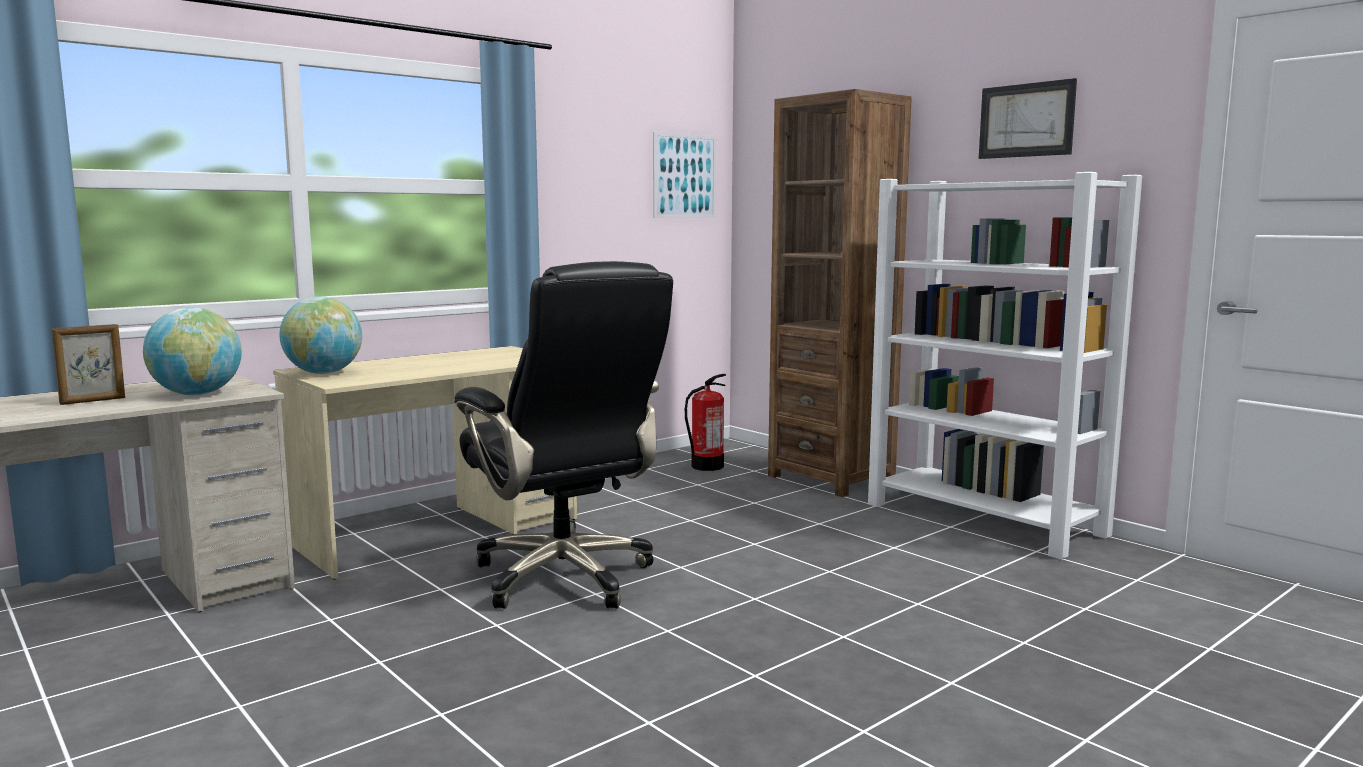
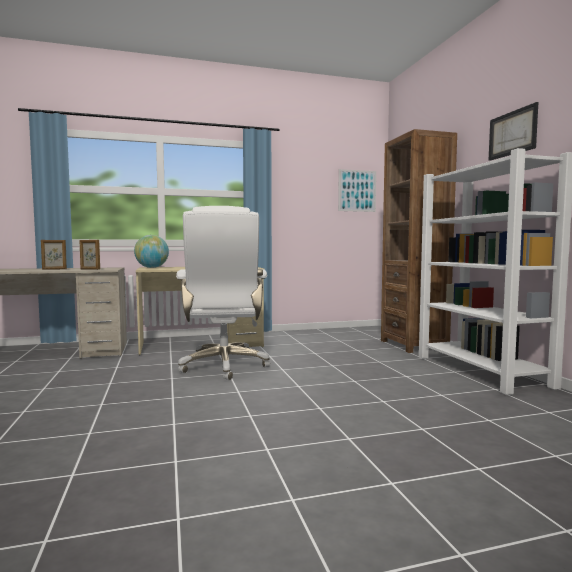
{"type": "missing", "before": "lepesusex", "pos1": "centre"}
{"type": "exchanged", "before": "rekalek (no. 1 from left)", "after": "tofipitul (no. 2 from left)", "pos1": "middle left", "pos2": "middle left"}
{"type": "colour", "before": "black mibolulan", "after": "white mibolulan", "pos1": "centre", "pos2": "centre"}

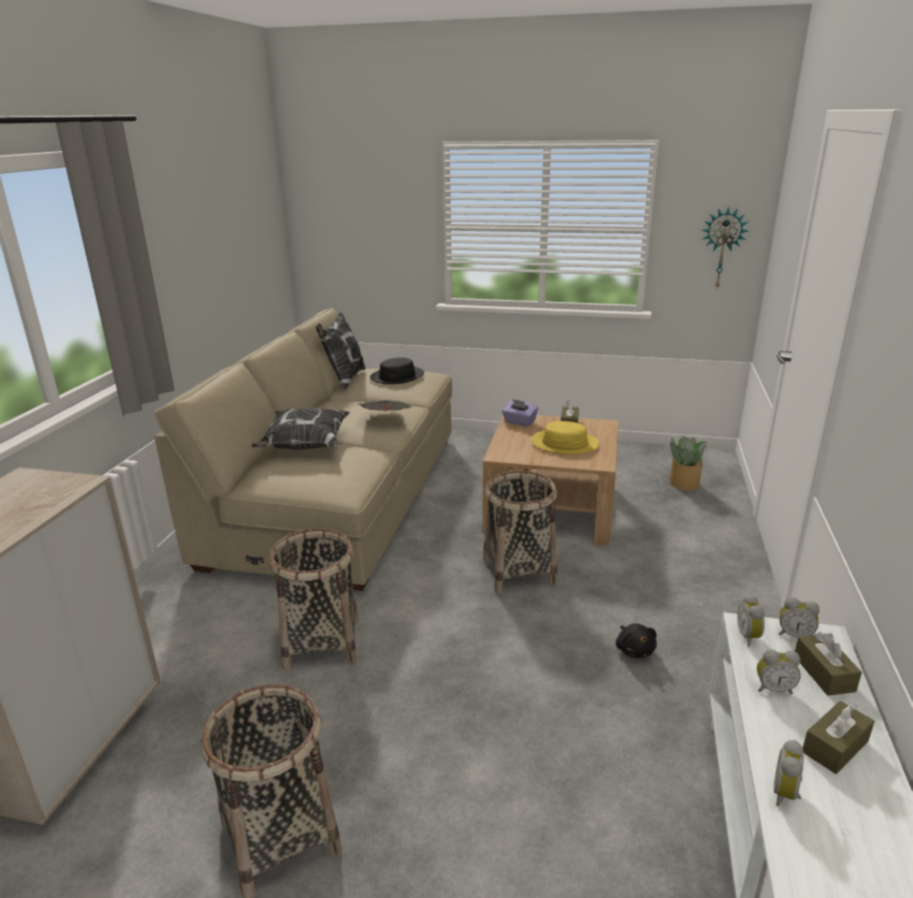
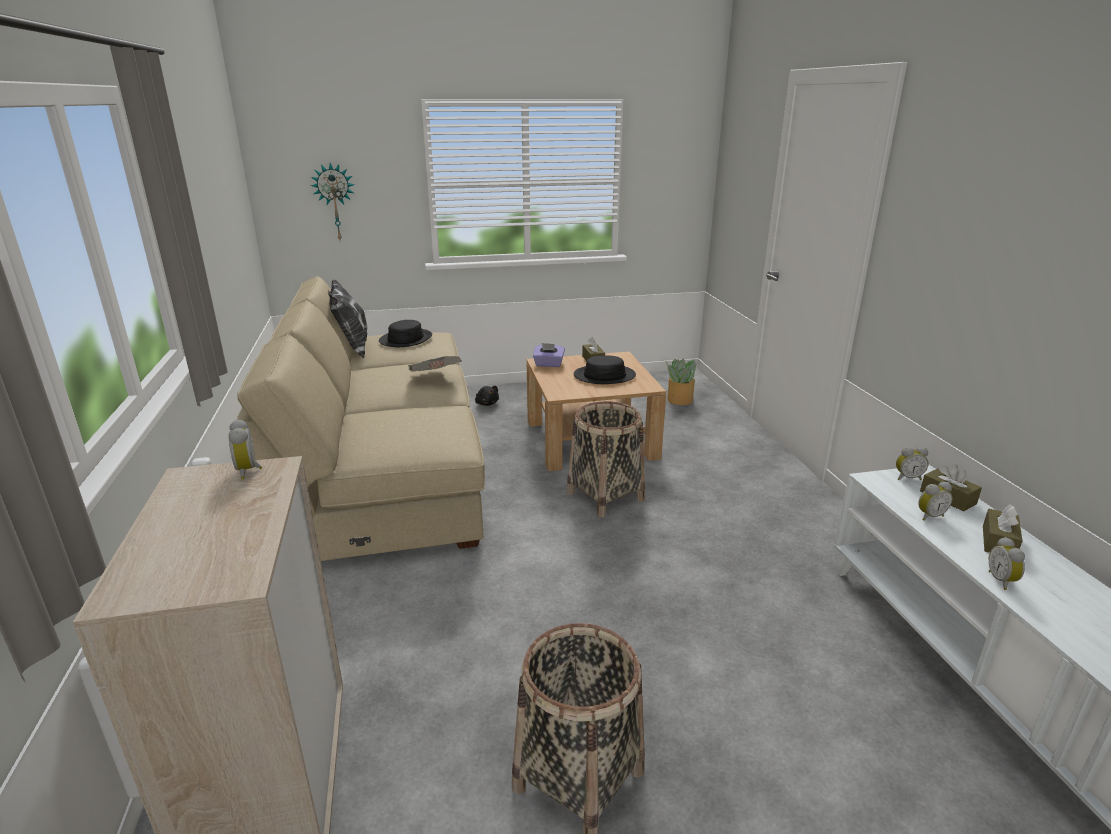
{"type": "missing", "before": "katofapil (no. 1 from left)", "pos1": "middle left"}
{"type": "missing", "before": "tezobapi (no. 2 from left)", "pos1": "bottom centre"}
{"type": "relocated", "before": "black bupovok", "pos1": "bottom right", "pos2": "centre"}
{"type": "relocated", "before": "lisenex", "pos1": "top right", "pos2": "top left"}
{"type": "relocated", "before": "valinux (no. 1 from left)", "pos1": "bottom right", "pos2": "middle left"}
{"type": "colour", "before": "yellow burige", "after": "black burige (no. 2 from left)", "pos1": "centre", "pos2": "centre"}

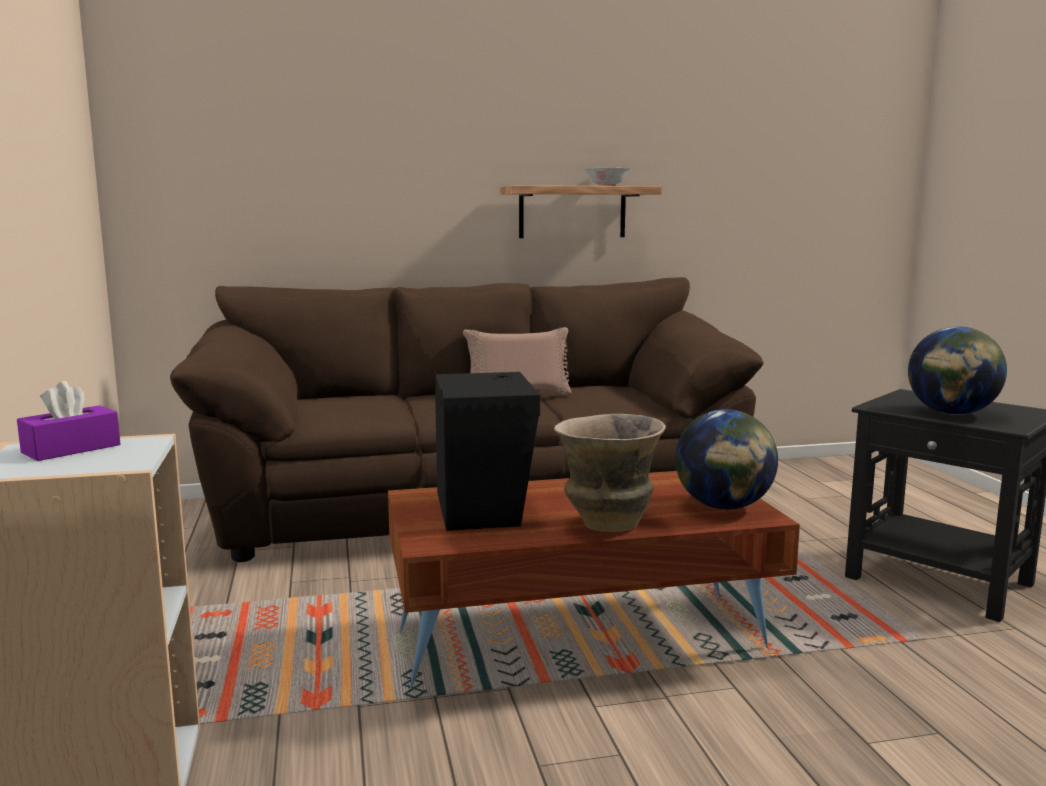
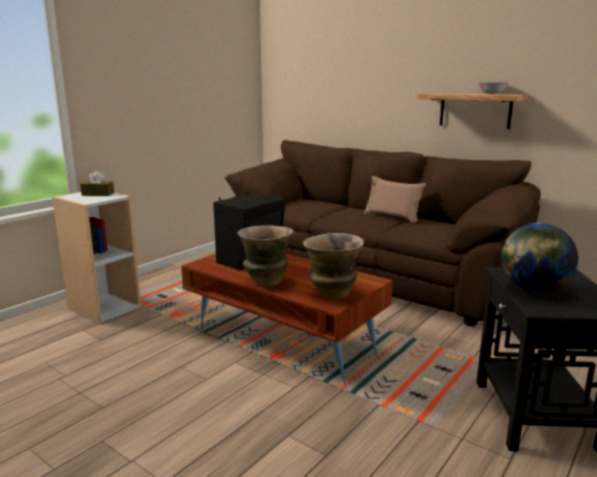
{"type": "exchanged", "before": "rekalek (no. 1 from left)", "after": "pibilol (no. 2 from left)", "pos1": "middle right", "pos2": "centre"}
{"type": "colour", "before": "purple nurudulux", "after": "brown nurudulux", "pos1": "middle left", "pos2": "middle left"}

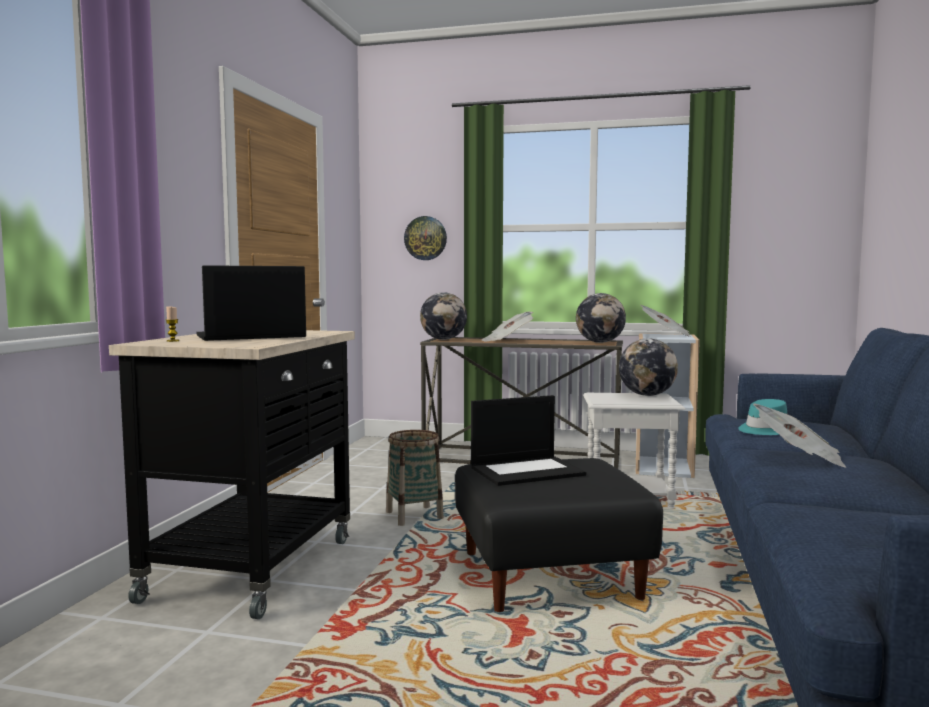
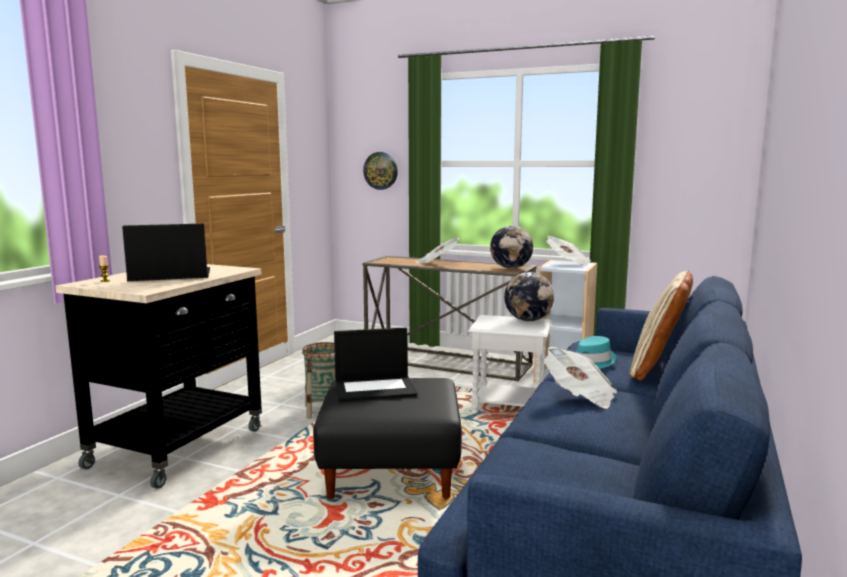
{"type": "missing", "before": "rekalek (no. 1 from left)", "pos1": "centre"}
{"type": "appeared", "after": "beige katofapil", "pos2": "middle right"}

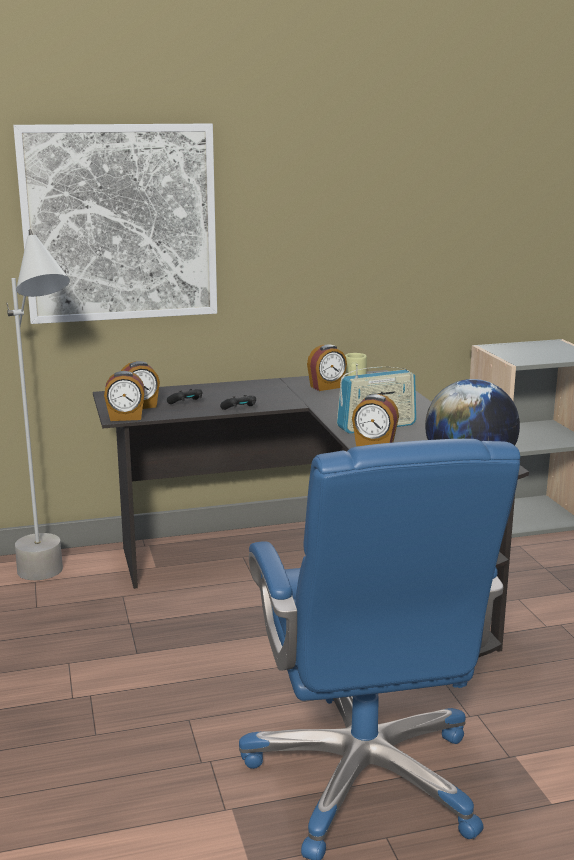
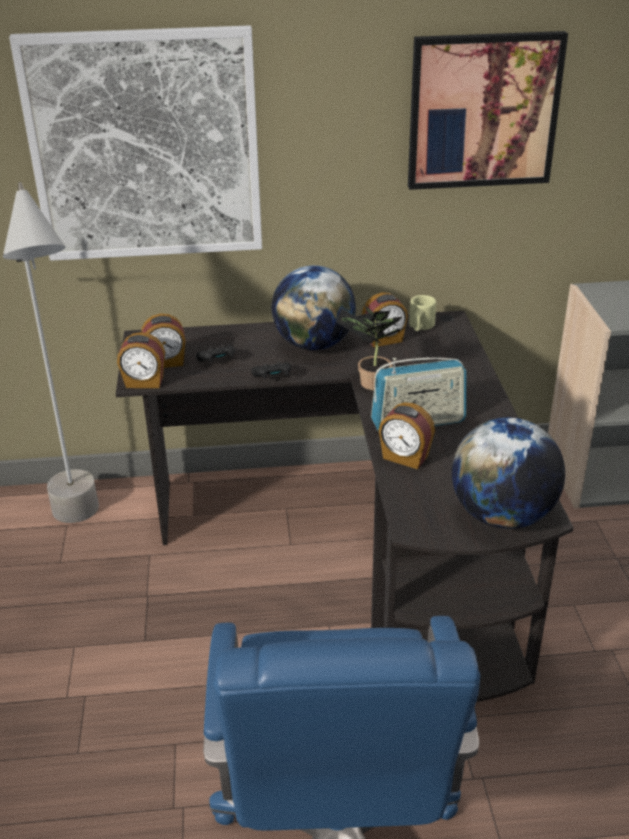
{"type": "appeared", "after": "rekalek (no. 1 from left)", "pos2": "centre"}
{"type": "appeared", "after": "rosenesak", "pos2": "centre"}
{"type": "appeared", "after": "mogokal (no. 2 from left)", "pos2": "top right"}

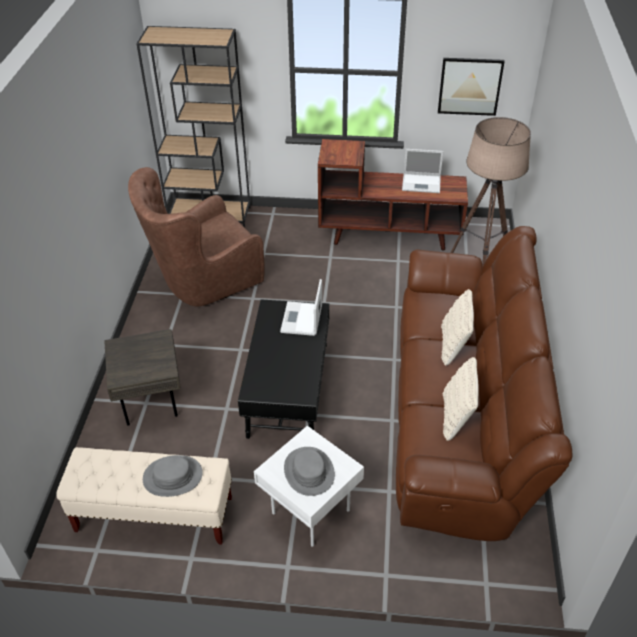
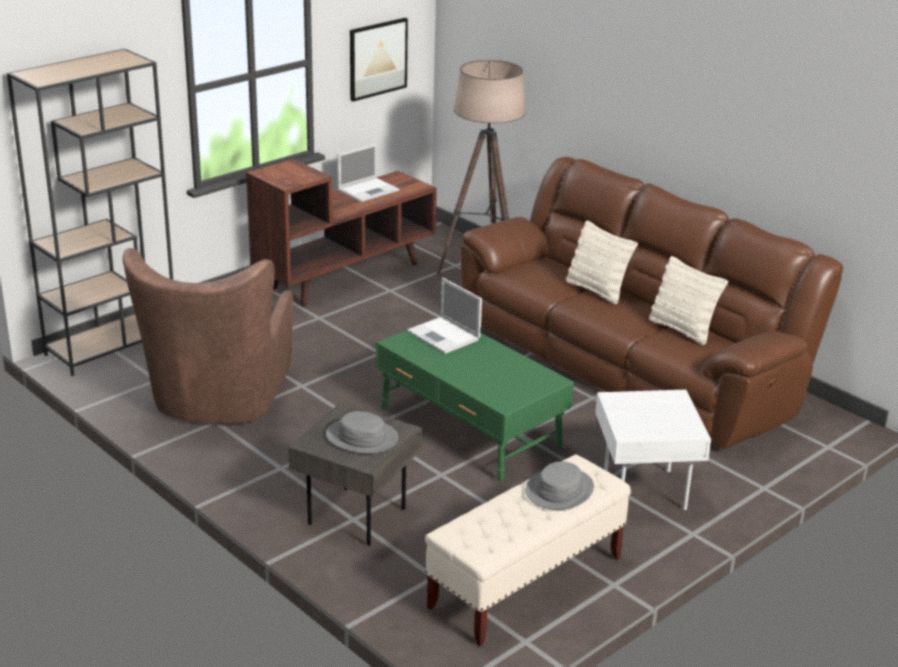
{"type": "relocated", "before": "grey burige (no. 2 from left in the first image)", "after": "grey burige (no. 1 from left)", "pos1": "bottom centre", "pos2": "centre"}
{"type": "colour", "before": "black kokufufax", "after": "green kokufufax", "pos1": "centre", "pos2": "centre"}

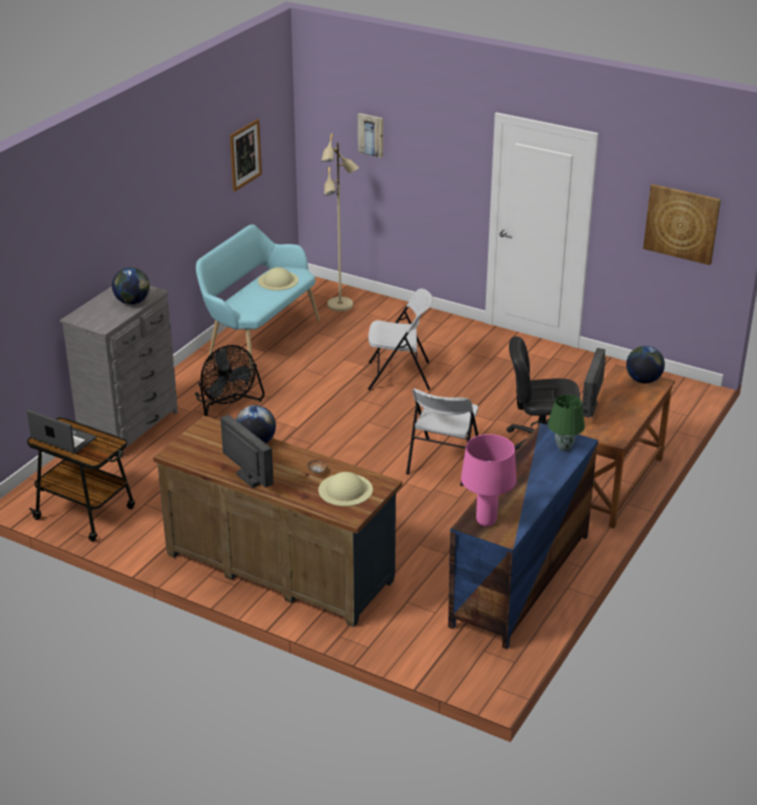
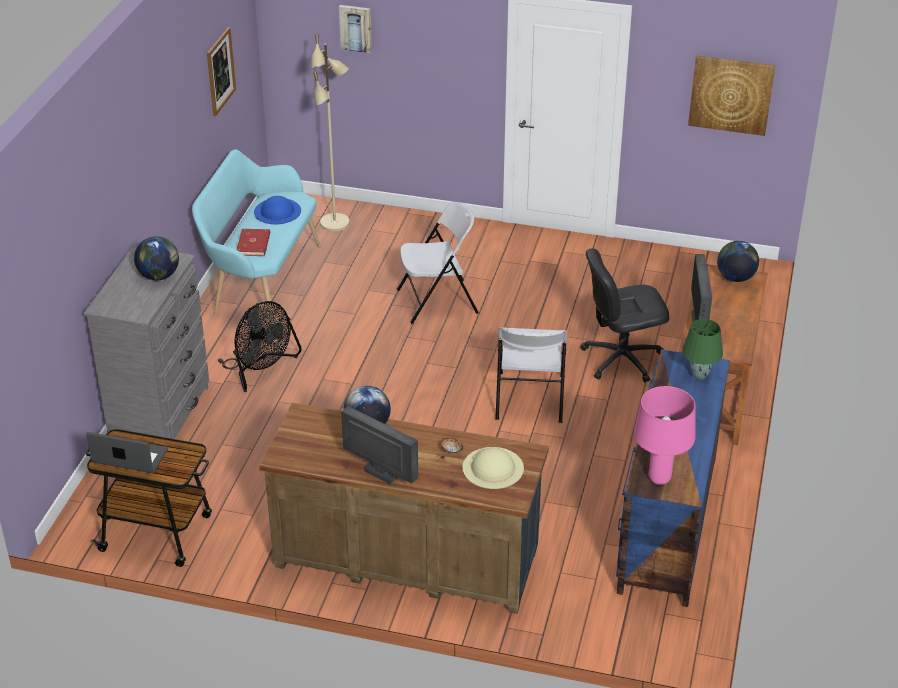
{"type": "appeared", "after": "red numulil", "pos2": "middle left"}
{"type": "colour", "before": "beige burige (no. 1 from left)", "after": "blue burige", "pos1": "centre", "pos2": "top left"}

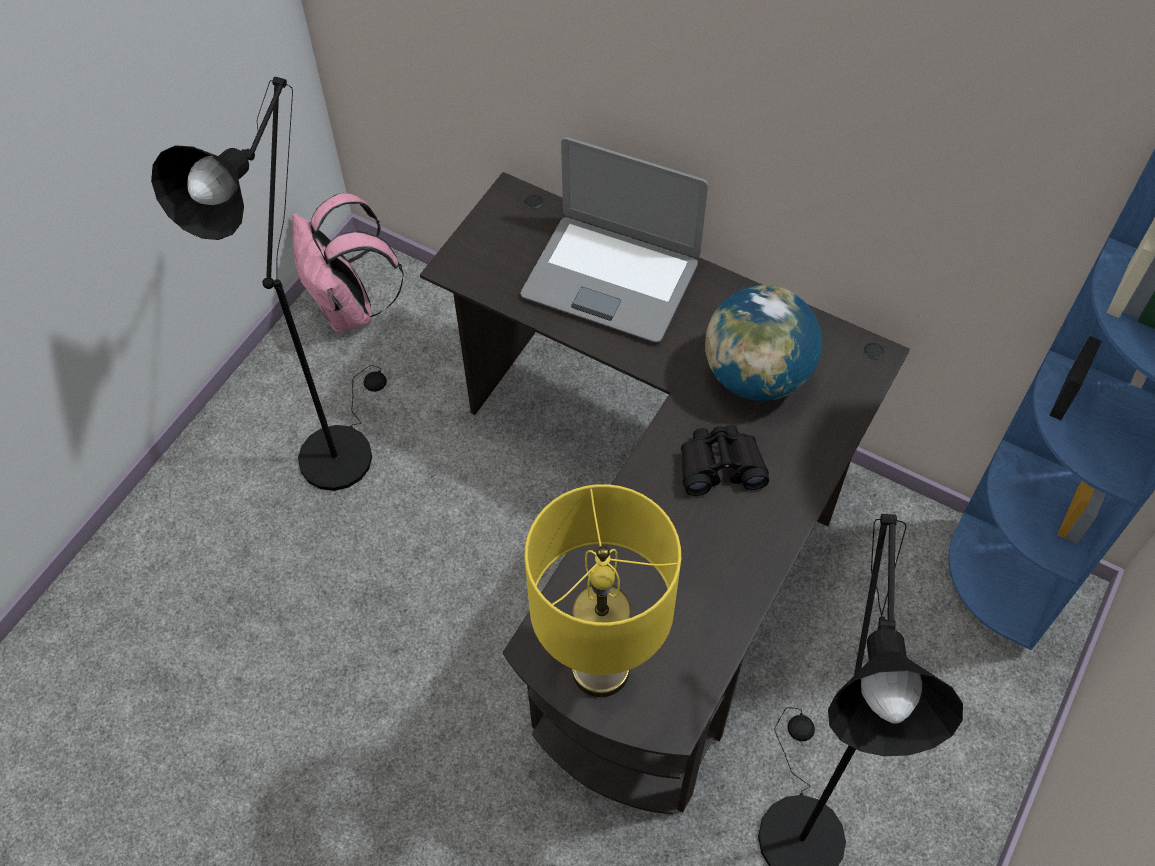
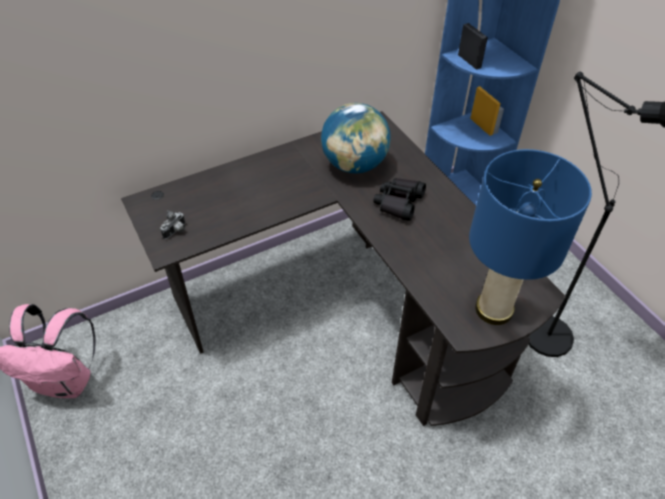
{"type": "missing", "before": "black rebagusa (no. 1 from left)", "pos1": "top left"}
{"type": "missing", "before": "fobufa", "pos1": "top centre"}
{"type": "appeared", "after": "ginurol", "pos2": "middle left"}
{"type": "colour", "before": "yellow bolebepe", "after": "blue bolebepe", "pos1": "bottom centre", "pos2": "middle right"}

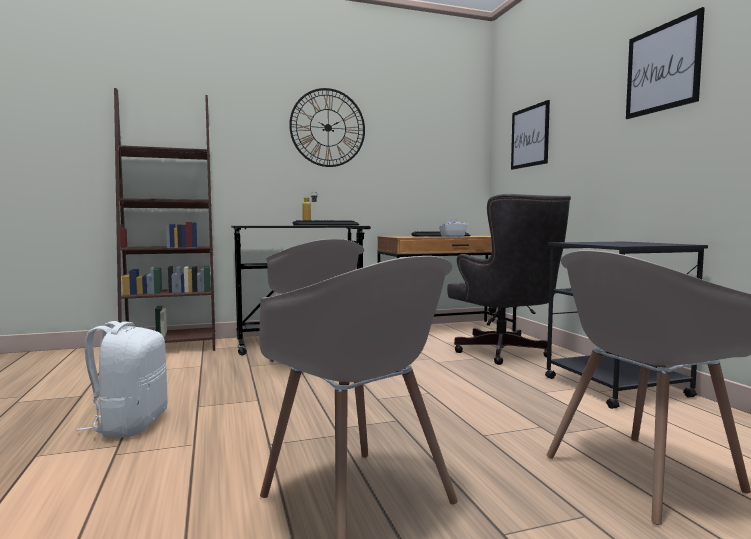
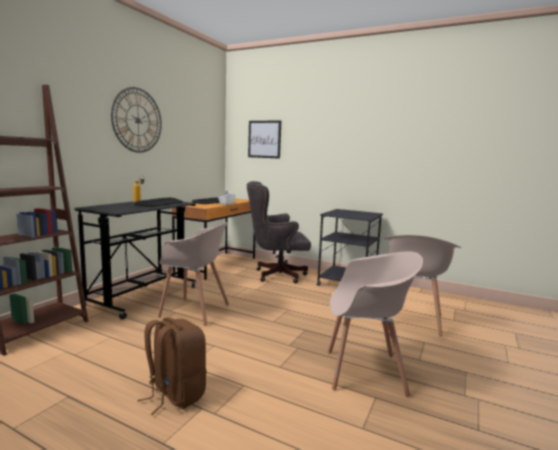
{"type": "missing", "before": "mogokal (no. 2 from left)", "pos1": "top right"}
{"type": "colour", "before": "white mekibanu", "after": "brown mekibanu", "pos1": "bottom left", "pos2": "bottom left"}
{"type": "spun", "before": "grey mibolulan", "pos1": "middle right", "pos2": "centre", "turn": 150}

